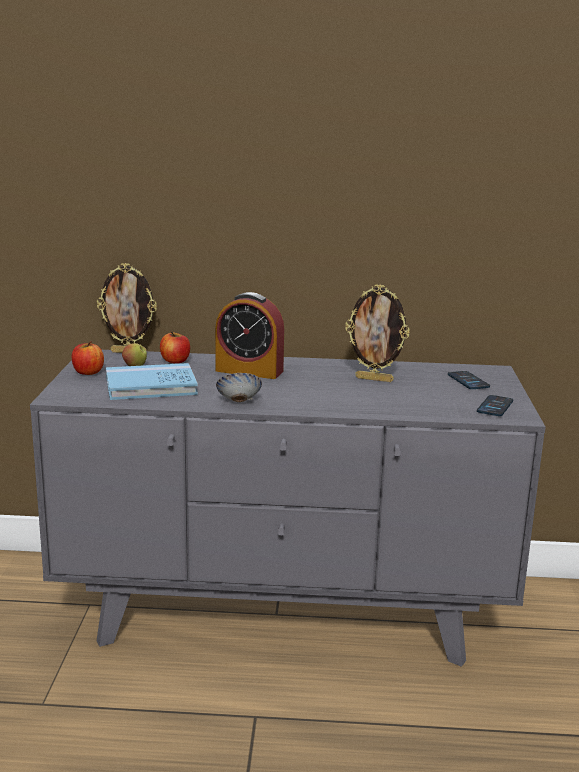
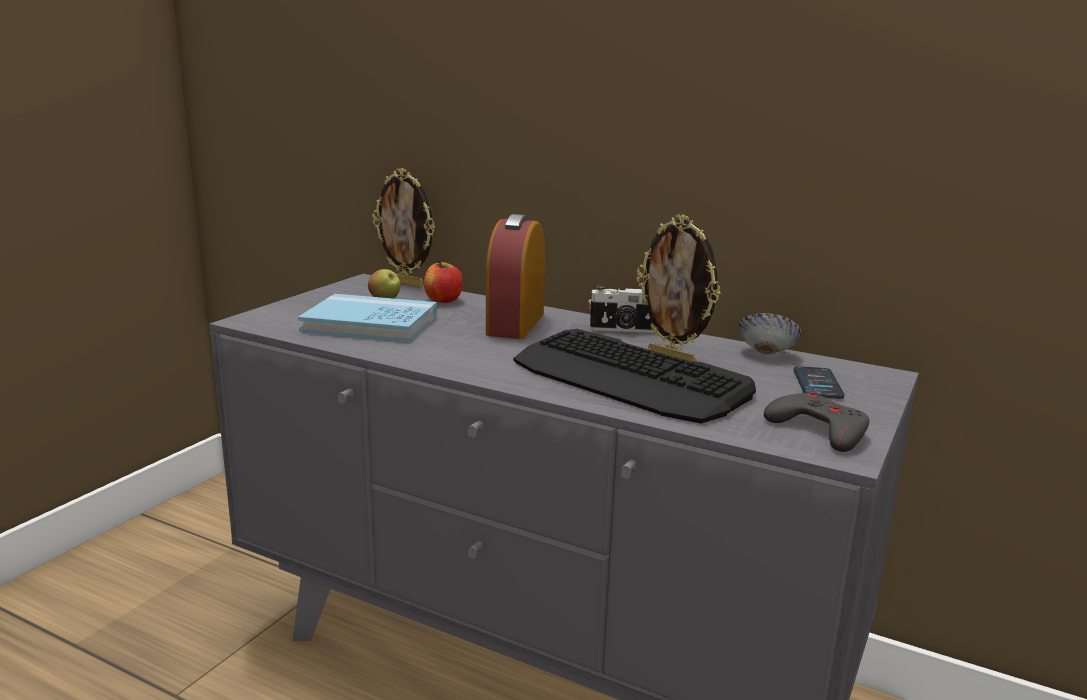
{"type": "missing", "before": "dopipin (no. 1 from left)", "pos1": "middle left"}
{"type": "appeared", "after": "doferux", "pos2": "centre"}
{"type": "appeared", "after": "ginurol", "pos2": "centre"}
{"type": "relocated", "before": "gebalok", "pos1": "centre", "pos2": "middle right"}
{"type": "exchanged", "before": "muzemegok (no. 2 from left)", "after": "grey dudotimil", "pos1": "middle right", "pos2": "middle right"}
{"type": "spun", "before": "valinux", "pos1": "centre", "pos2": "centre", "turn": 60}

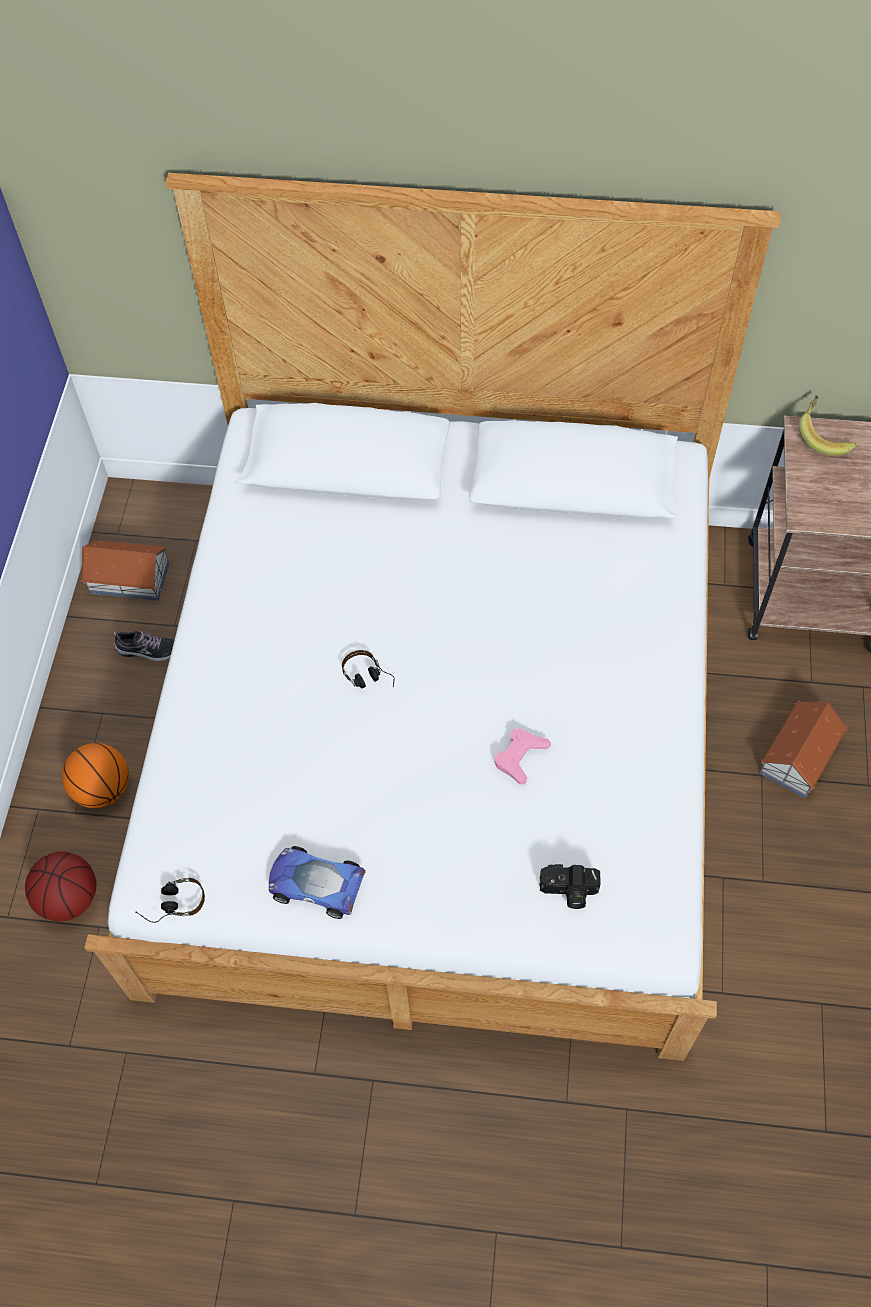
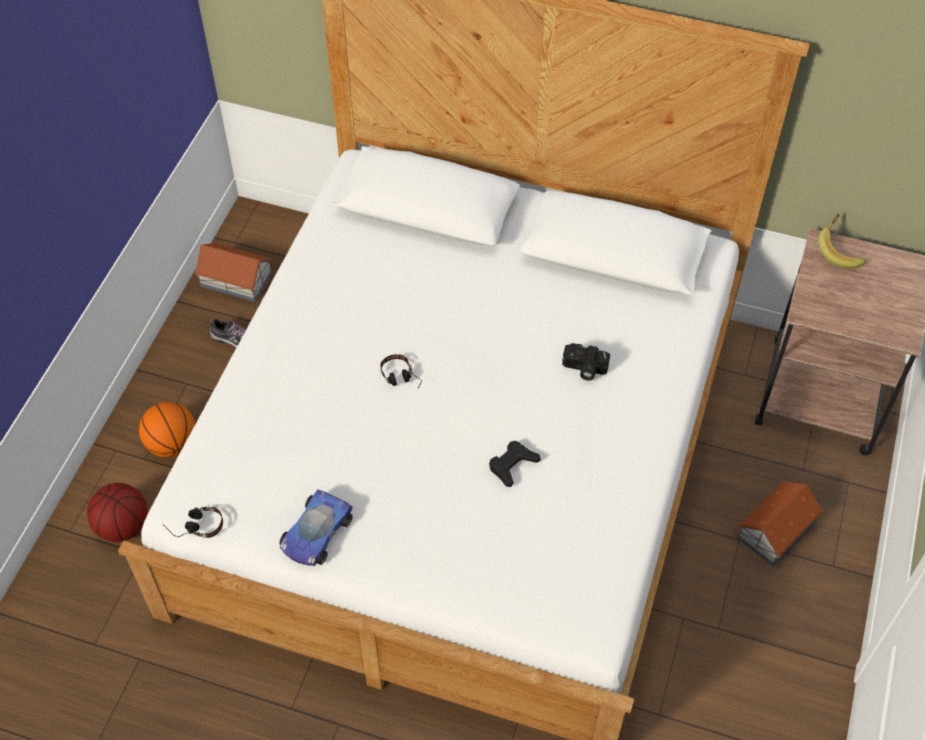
{"type": "relocated", "before": "ginurol", "pos1": "bottom centre", "pos2": "centre"}
{"type": "colour", "before": "pink dudotimil", "after": "black dudotimil", "pos1": "centre", "pos2": "centre"}
{"type": "spun", "before": "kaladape", "pos1": "bottom centre", "pos2": "bottom centre", "turn": -90}

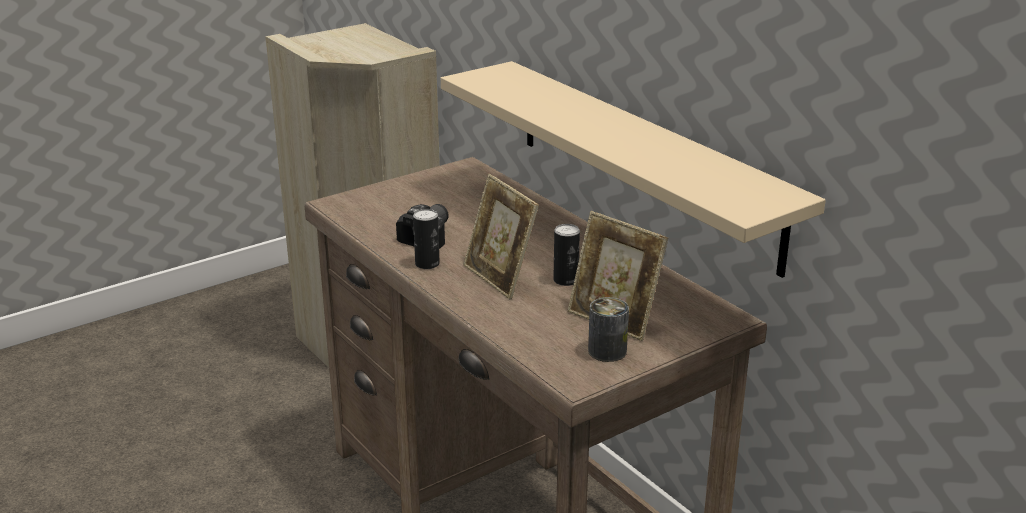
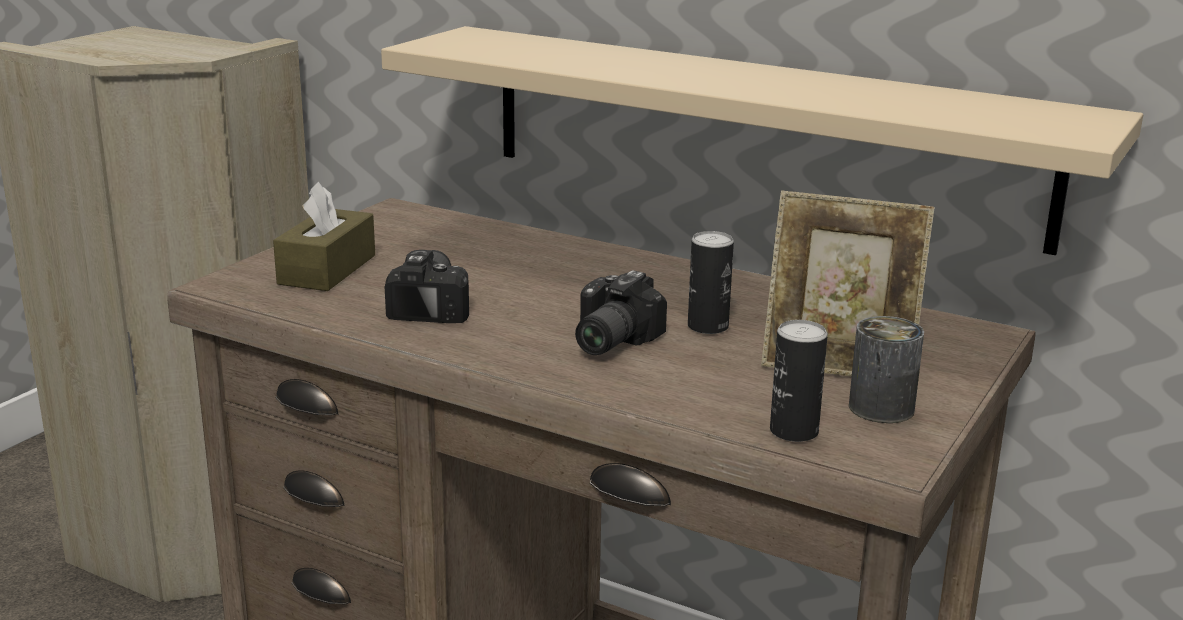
{"type": "appeared", "after": "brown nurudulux", "pos2": "middle left"}
{"type": "relocated", "before": "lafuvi (no. 1 from left in the first image)", "after": "lafuvi (no. 2 from left)", "pos1": "centre", "pos2": "middle right"}
{"type": "exchanged", "before": "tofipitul (no. 1 from left)", "after": "ginurol (no. 2 from left)", "pos1": "centre", "pos2": "centre"}

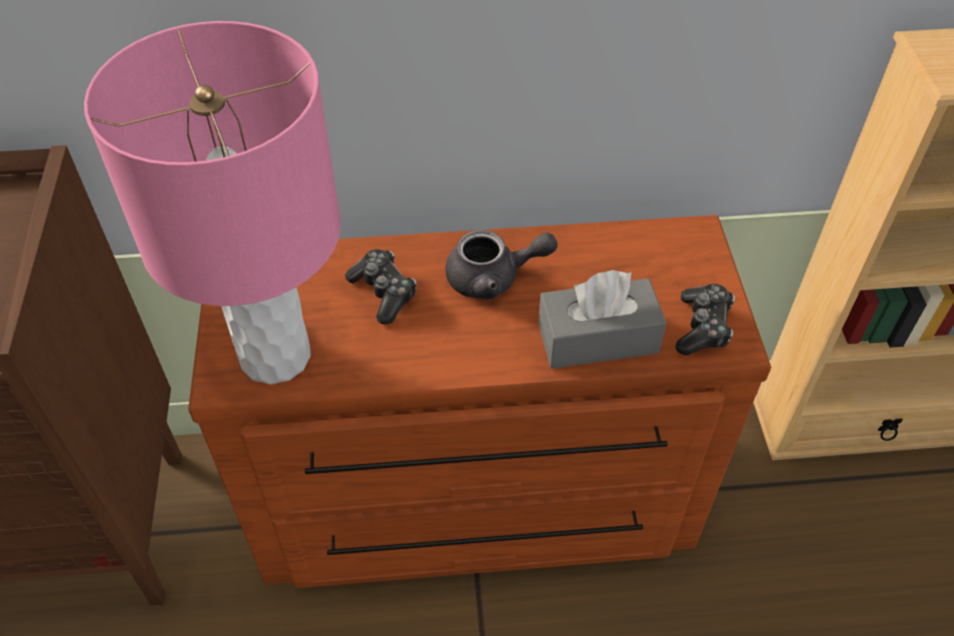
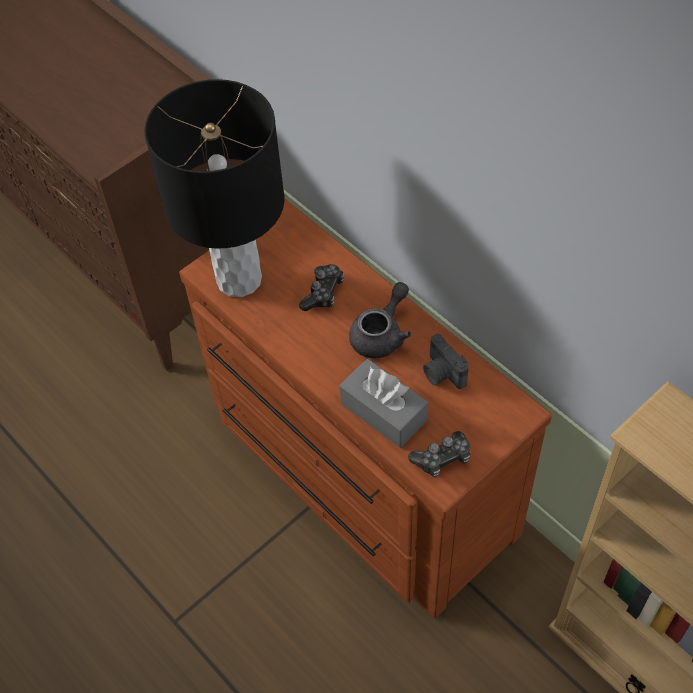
{"type": "appeared", "after": "ginurol", "pos2": "centre"}
{"type": "colour", "before": "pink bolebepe", "after": "black bolebepe", "pos1": "top left", "pos2": "top left"}
{"type": "spun", "before": "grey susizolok", "pos1": "centre", "pos2": "centre", "turn": -105}

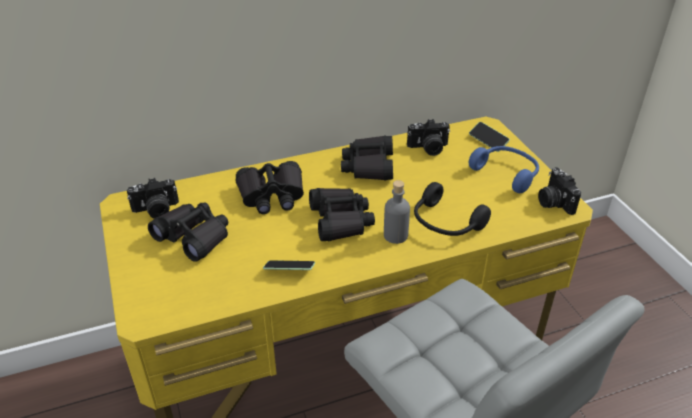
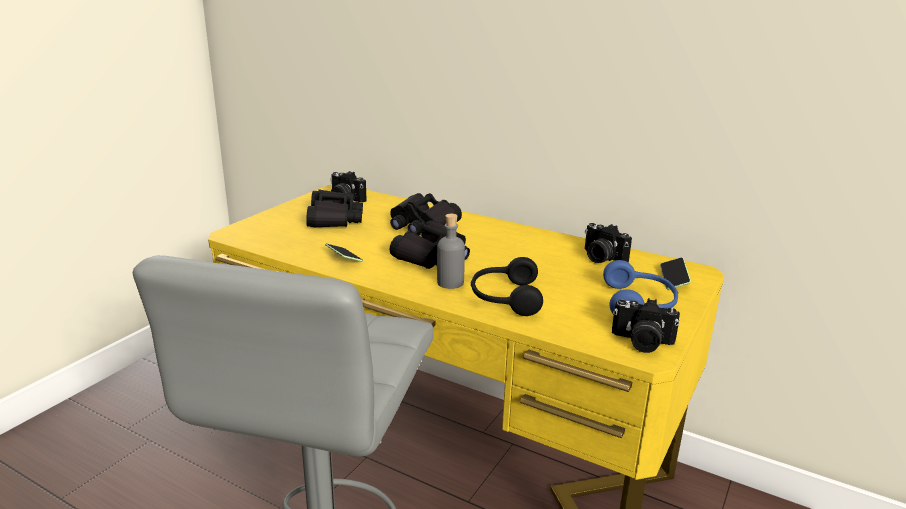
{"type": "missing", "before": "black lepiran (no. 4 from left)", "pos1": "centre"}
{"type": "spun", "before": "ginurol (no. 3 from left)", "pos1": "middle right", "pos2": "middle right", "turn": -105}

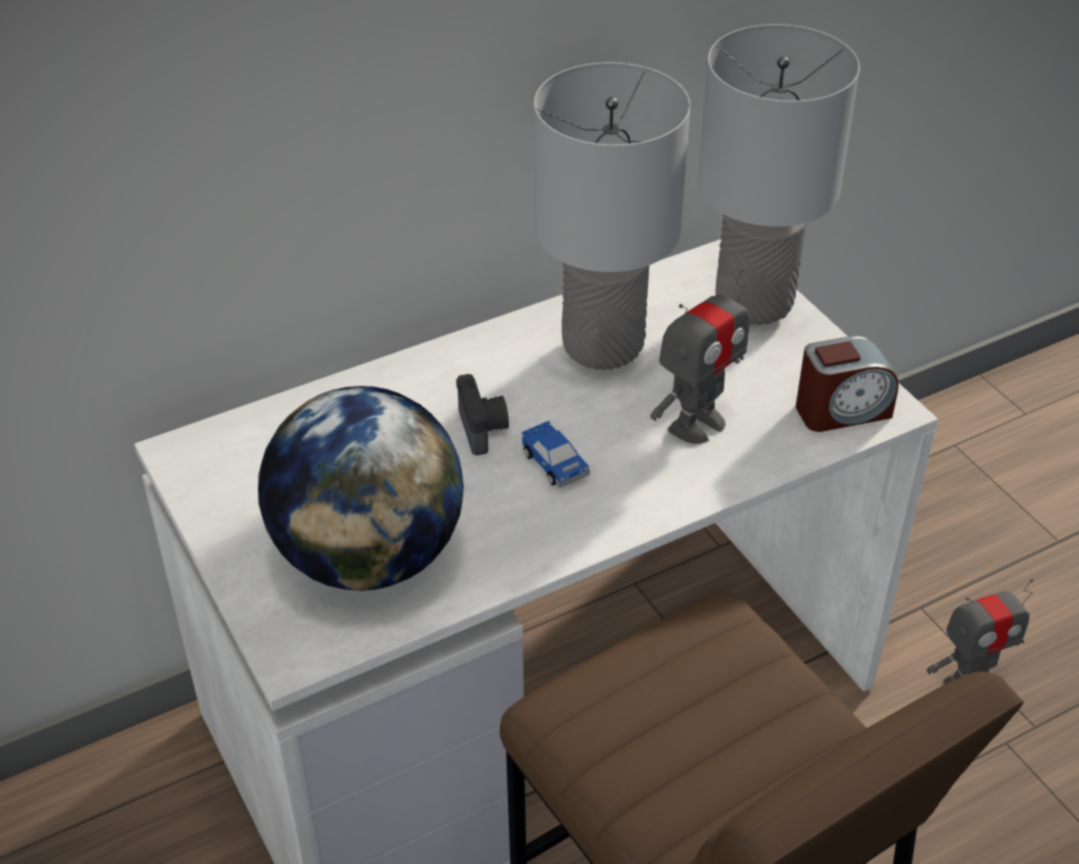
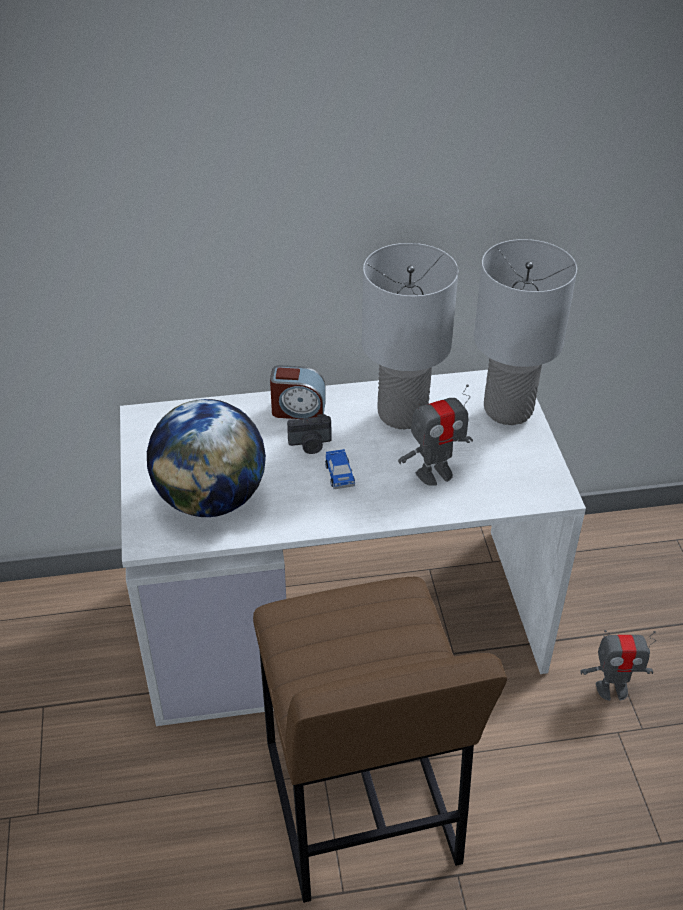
{"type": "relocated", "before": "valinux", "pos1": "middle right", "pos2": "centre"}
{"type": "spun", "before": "ginurol", "pos1": "centre", "pos2": "centre", "turn": 75}

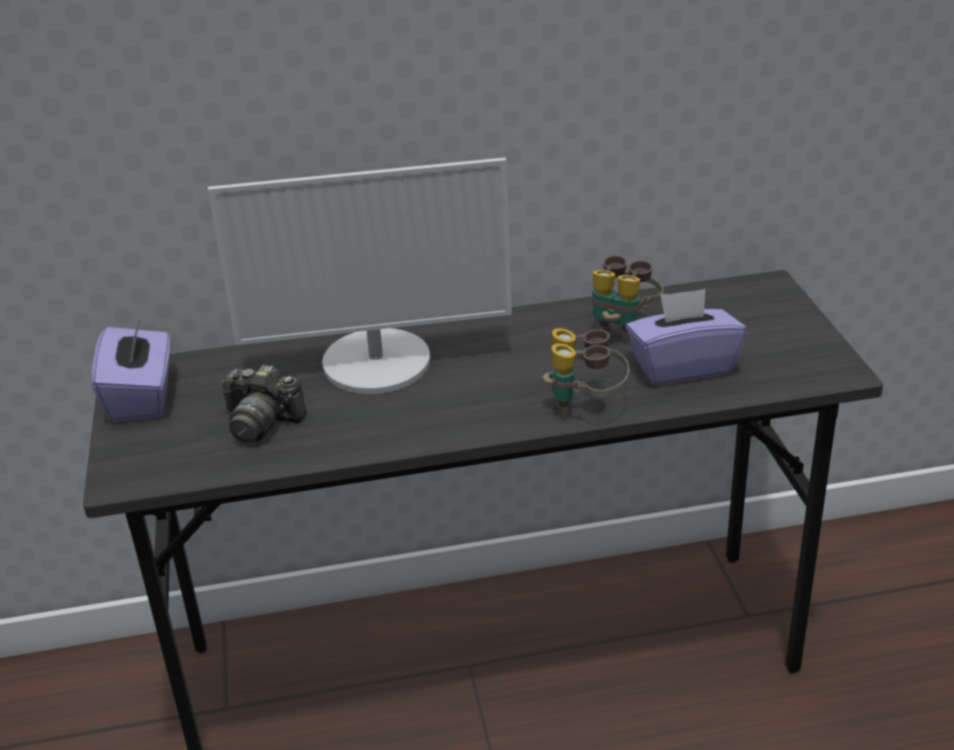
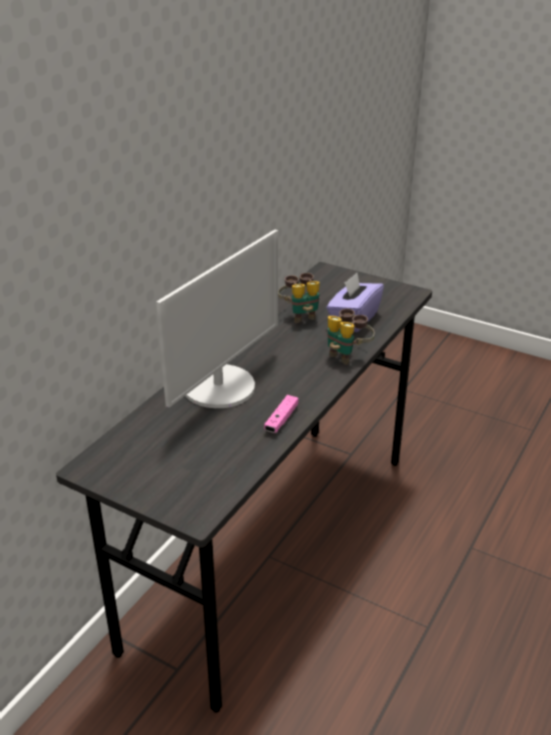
{"type": "missing", "before": "purple nurudulux (no. 1 from left)", "pos1": "middle left"}
{"type": "missing", "before": "ginurol", "pos1": "middle left"}
{"type": "appeared", "after": "pink dudotimil", "pos2": "centre"}

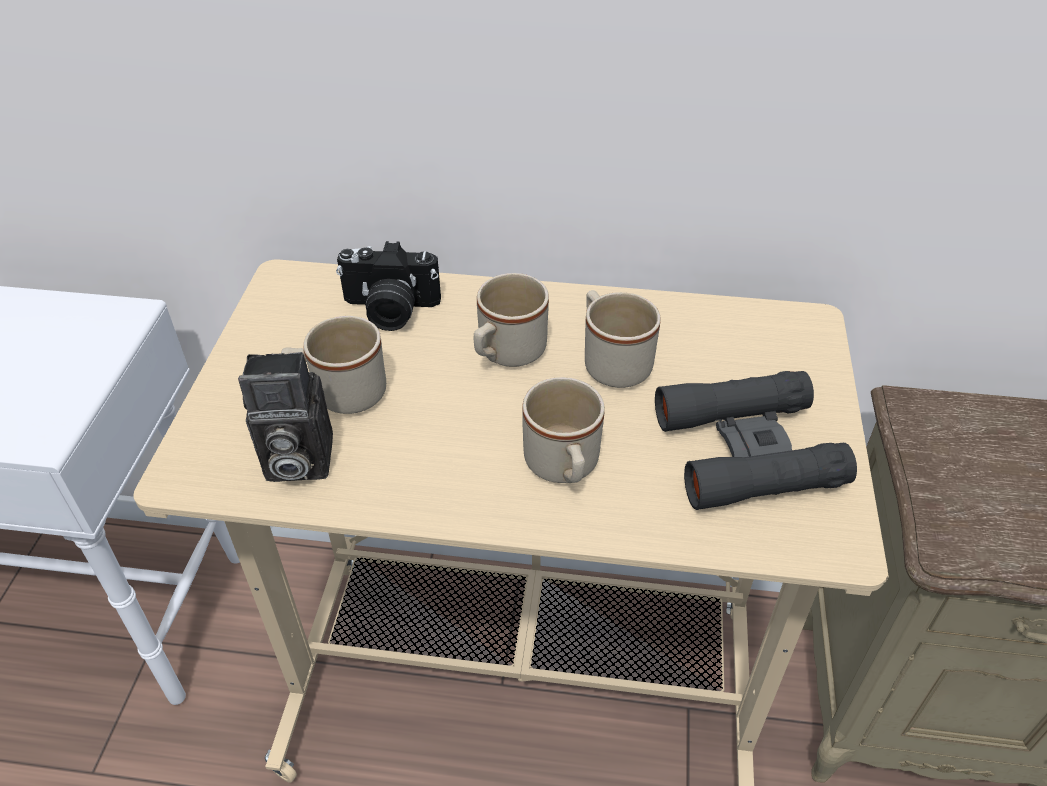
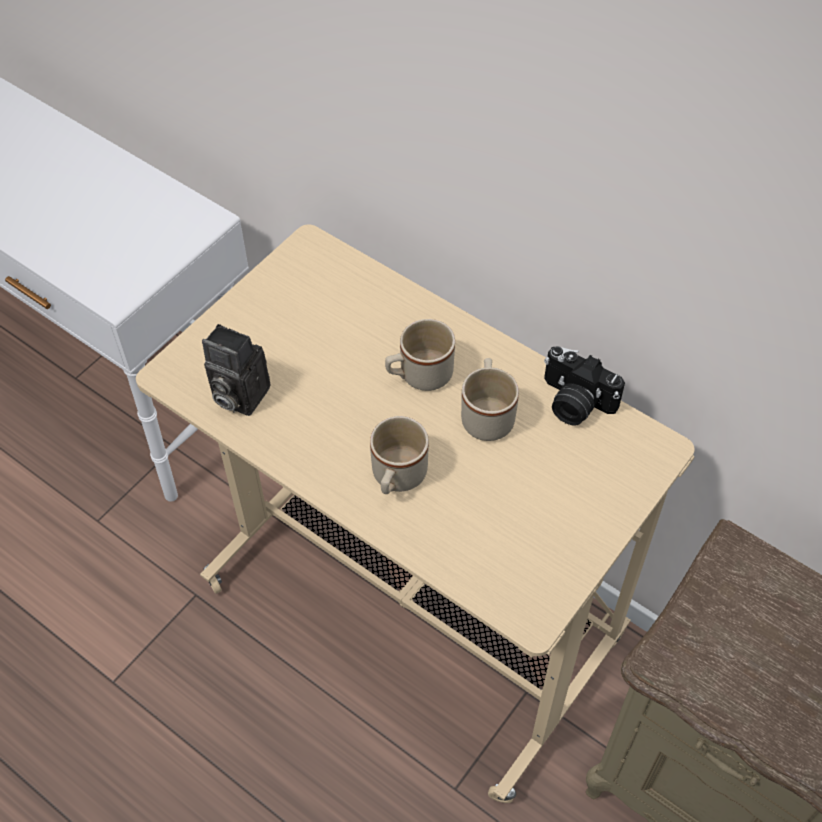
{"type": "missing", "before": "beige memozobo (no. 1 from left)", "pos1": "middle left"}
{"type": "missing", "before": "black lepiran", "pos1": "middle right"}
{"type": "relocated", "before": "ginurol (no. 2 from left)", "pos1": "centre", "pos2": "middle right"}

